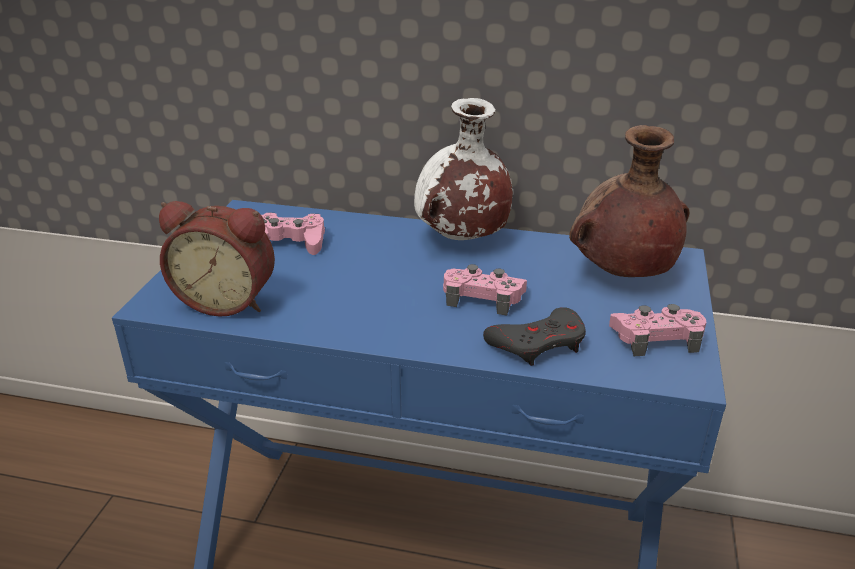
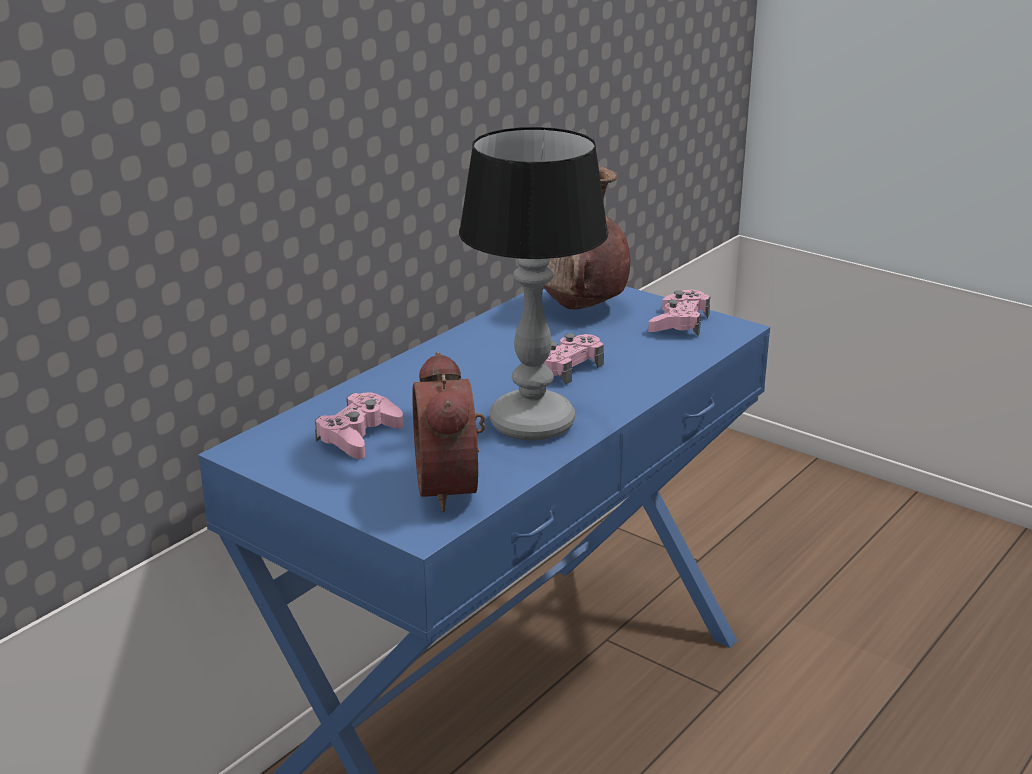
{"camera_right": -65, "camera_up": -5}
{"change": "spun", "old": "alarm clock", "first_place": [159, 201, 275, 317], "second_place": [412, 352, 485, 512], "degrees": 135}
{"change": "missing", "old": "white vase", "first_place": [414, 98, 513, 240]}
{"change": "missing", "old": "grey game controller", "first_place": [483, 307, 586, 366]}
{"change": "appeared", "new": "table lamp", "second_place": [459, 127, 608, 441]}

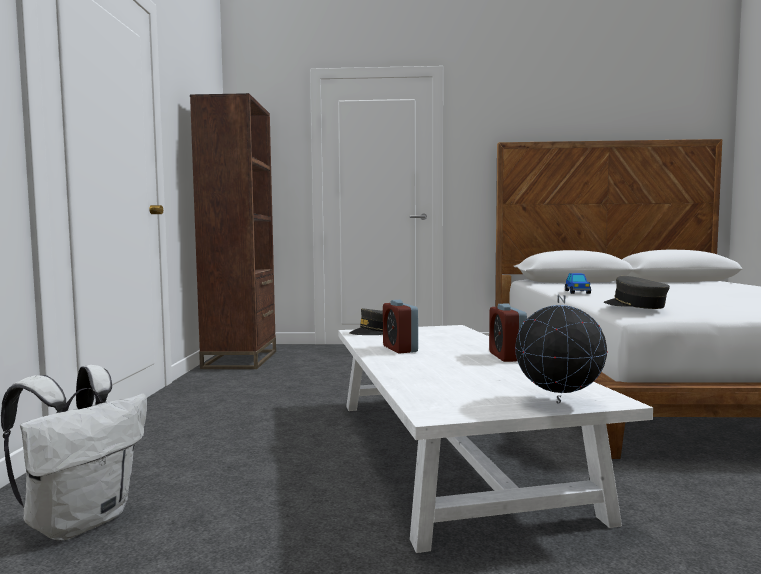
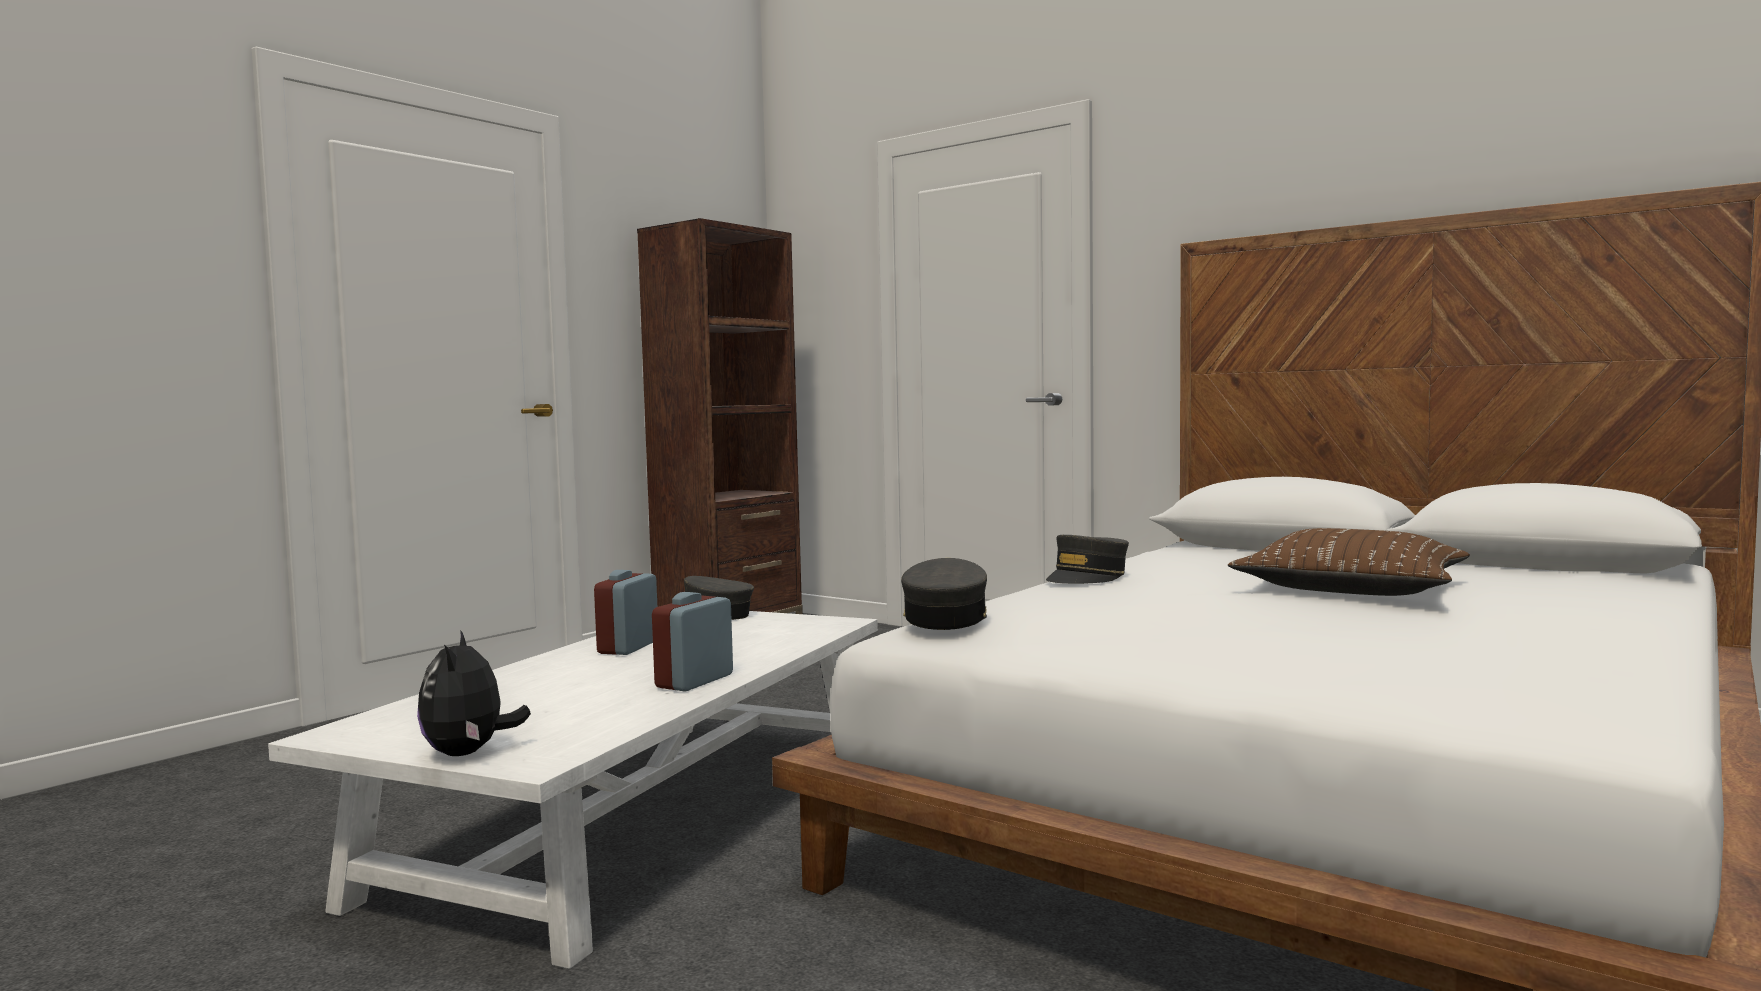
{"camera_right": 35, "camera_up": 0}
{"change": "missing", "old": "white backpack", "first_place": [1, 365, 147, 540]}
{"change": "exchanged", "old": "globe", "new": "plush toy", "first_place": [515, 295, 608, 403], "second_place": [417, 630, 531, 756]}
{"change": "exchanged", "old": "toy car", "new": "grey cap", "first_place": [565, 273, 591, 294], "second_place": [1046, 535, 1129, 584]}
{"change": "appeared", "new": "brown pillow", "second_place": [1228, 528, 1470, 596]}

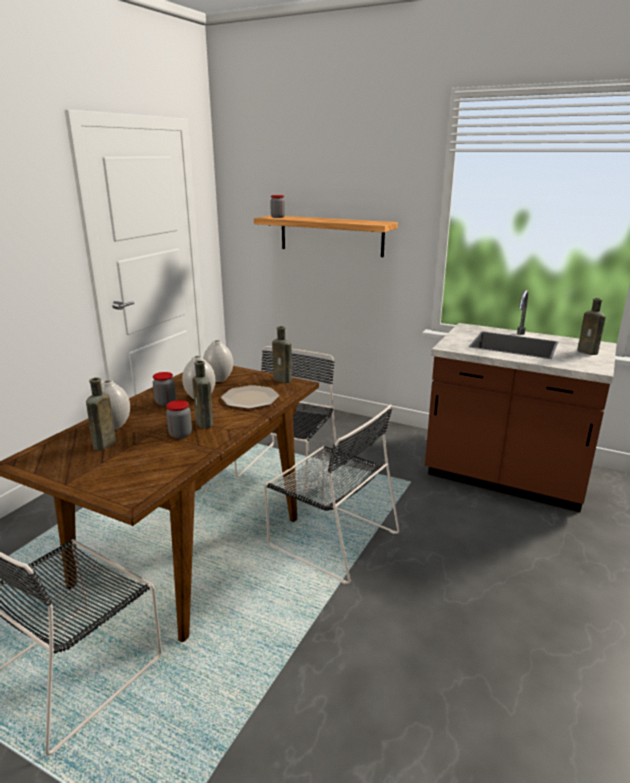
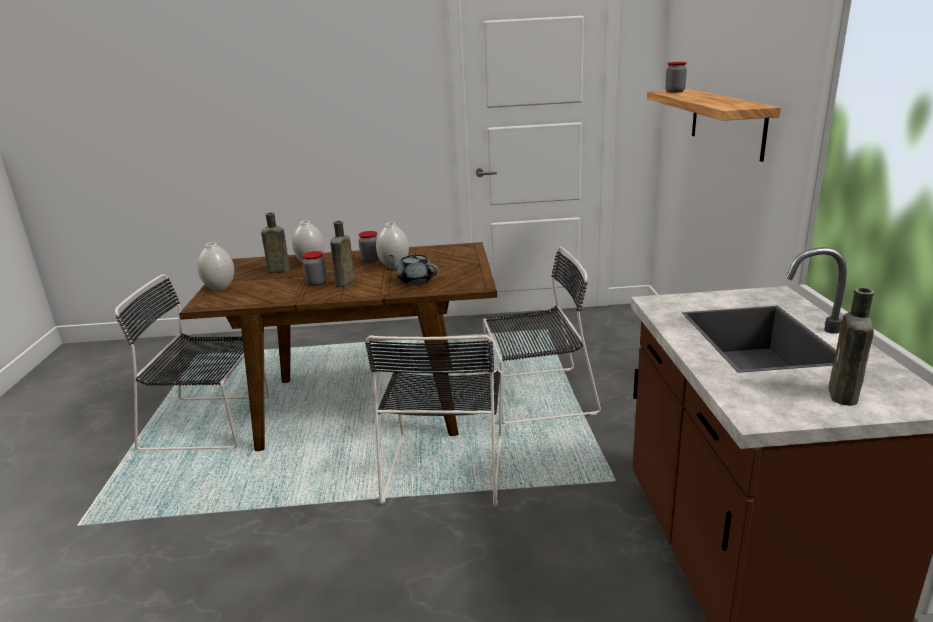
{"camera_right": 60, "camera_up": 0}
{"change": "relocated", "old": "white vase", "first_place": [203, 340, 233, 382], "second_place": [197, 242, 234, 291]}
{"change": "exchanged", "old": "plate", "new": "grey teapot", "first_place": [221, 385, 279, 409], "second_place": [389, 253, 438, 285]}
{"change": "missing", "old": "brown bottle", "first_place": [272, 326, 292, 383]}

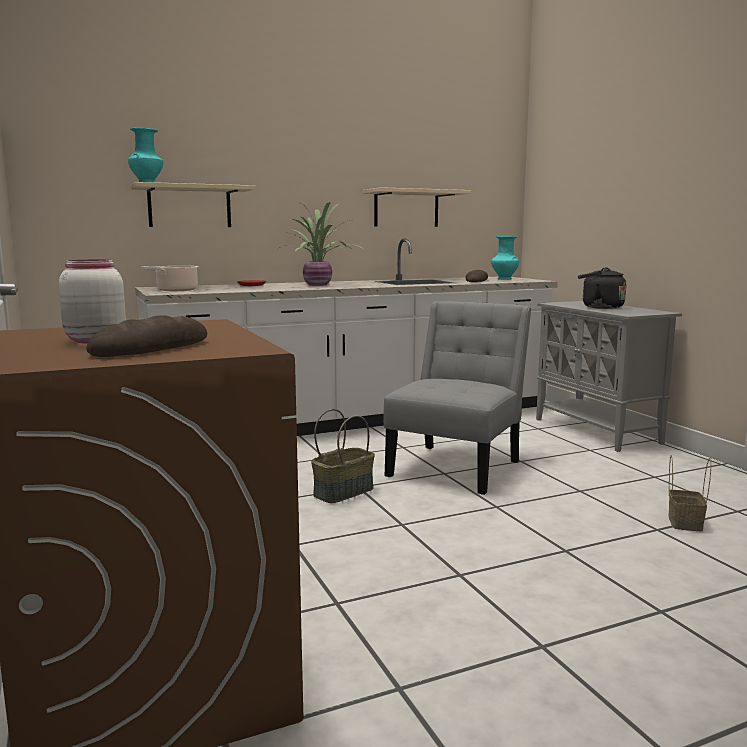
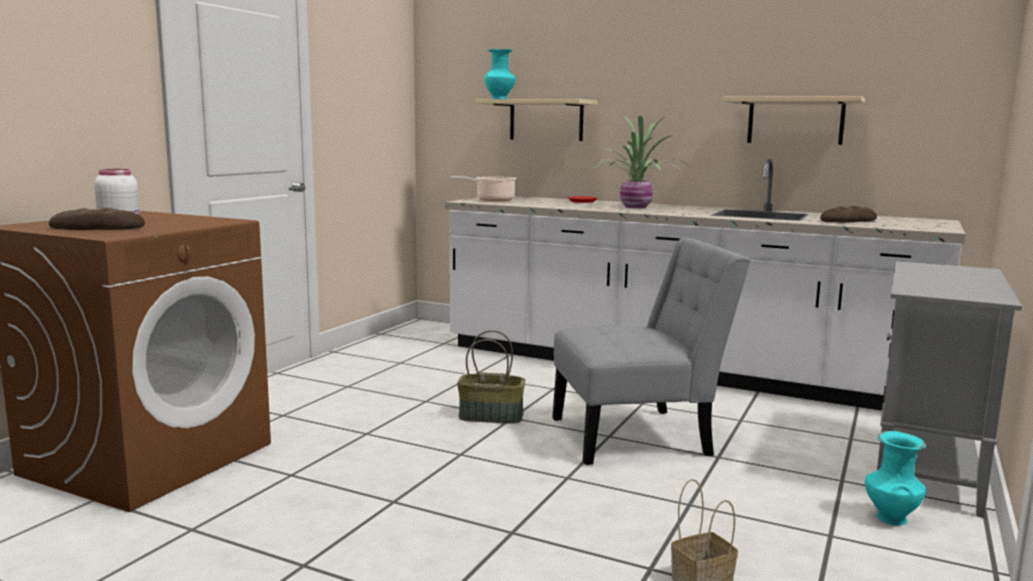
{"camera_right": 50, "camera_up": 0}
{"change": "relocated", "old": "turquoise vase", "first_place": [491, 236, 519, 280], "second_place": [865, 431, 926, 525]}
{"change": "missing", "old": "black kettle", "first_place": [578, 267, 626, 309]}

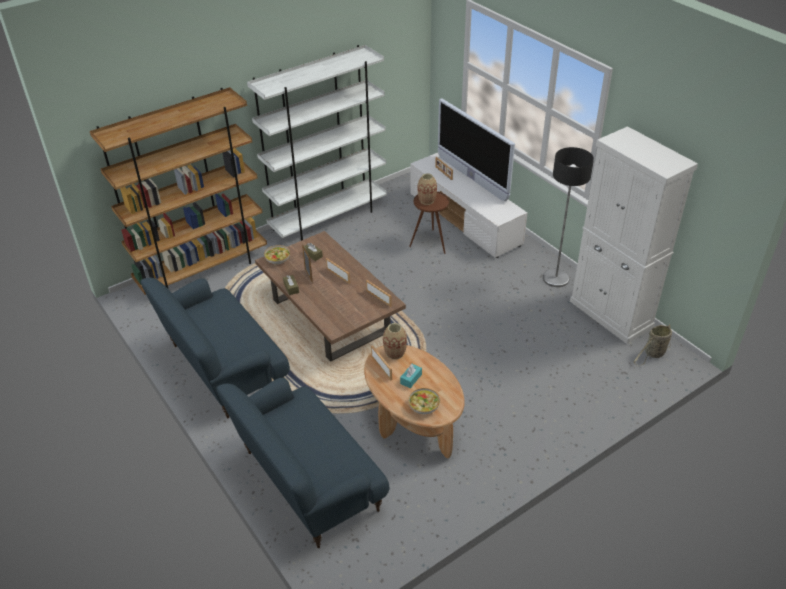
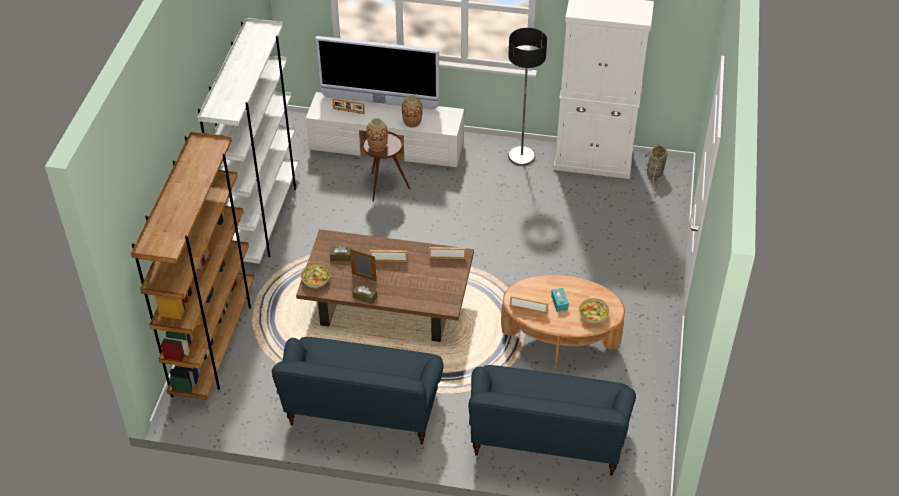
{"camera_right": -45, "camera_up": 5}
{"change": "relocated", "old": "vase", "first_place": [383, 323, 407, 360], "second_place": [402, 95, 423, 128]}

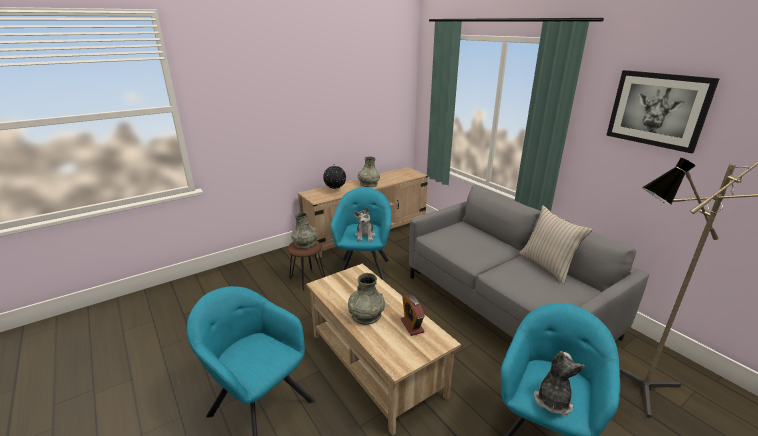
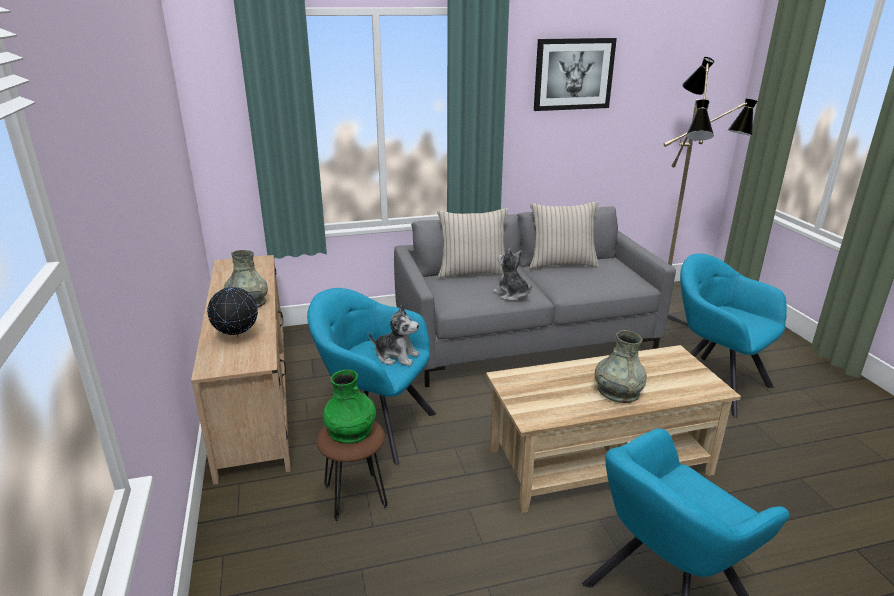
{"camera_right": -70, "camera_up": 0}
{"change": "colour", "old": "grey vase", "new": "green vase", "first_place": [291, 212, 318, 249], "second_place": [323, 370, 376, 444]}
{"change": "missing", "old": "alarm clock", "first_place": [401, 295, 425, 336]}
{"change": "relocated", "old": "plush toy", "first_place": [534, 351, 585, 415], "second_place": [493, 249, 532, 301]}
{"change": "appeared", "new": "beige pillow", "second_place": [437, 208, 508, 278]}

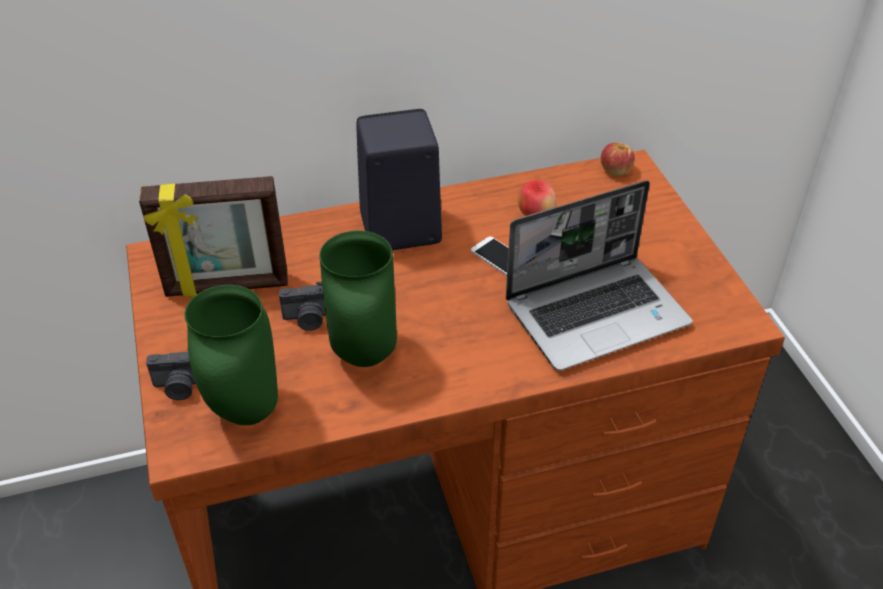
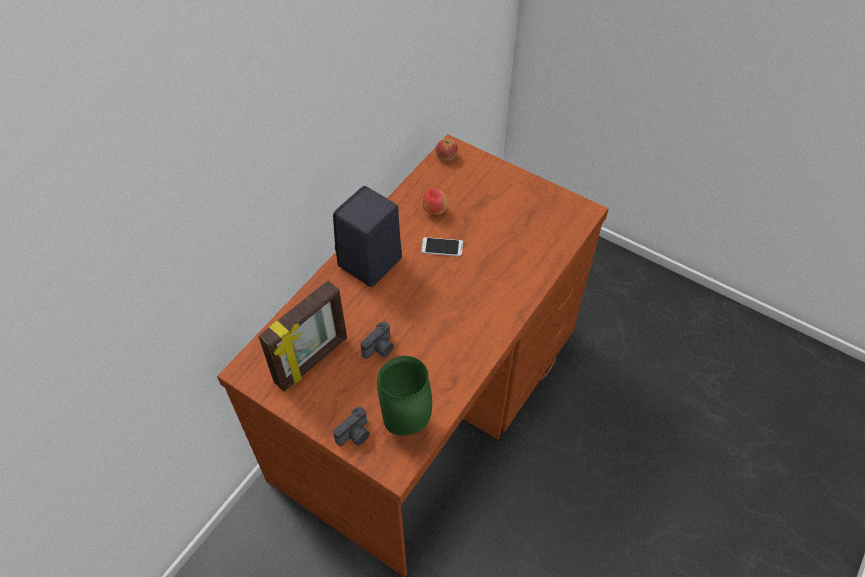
{"camera_right": -40, "camera_up": 10}
{"change": "missing", "old": "green vase", "first_place": [319, 231, 397, 367]}
{"change": "missing", "old": "laptop", "first_place": [506, 180, 692, 371]}

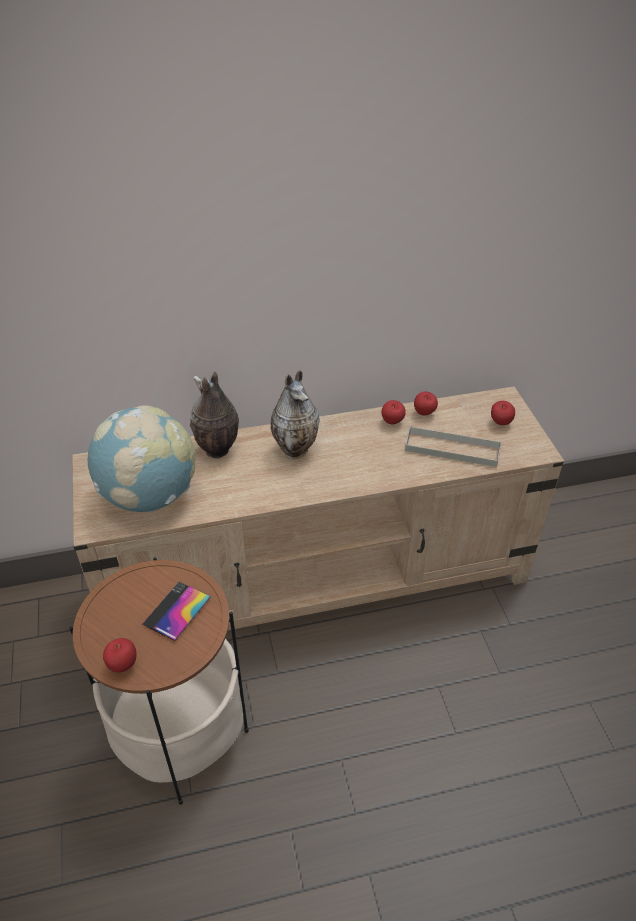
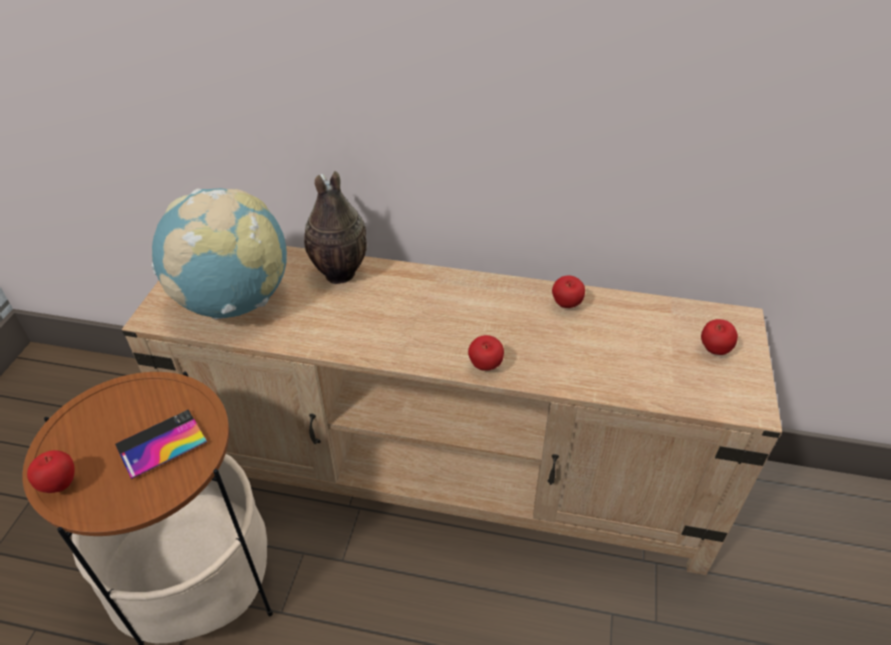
{"camera_right": 25, "camera_up": 0}
{"change": "missing", "old": "vase", "first_place": [271, 370, 320, 459]}
{"change": "missing", "old": "grey tray", "first_place": [405, 426, 501, 467]}
{"change": "relocated", "old": "apple", "first_place": [414, 391, 438, 416], "second_place": [468, 335, 504, 371]}

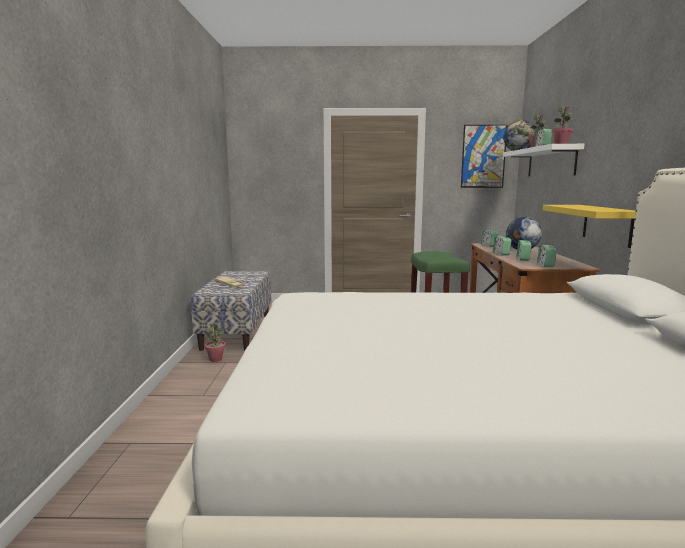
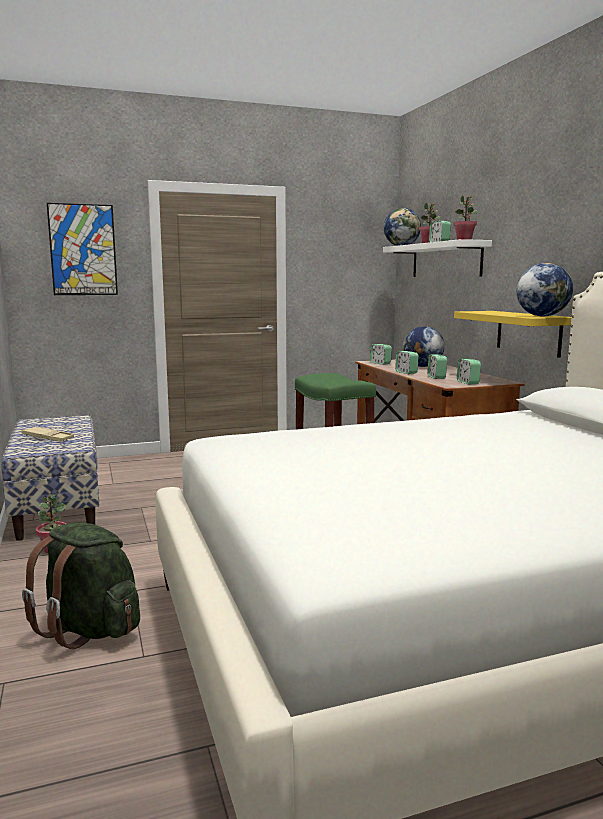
{"camera_right": -20, "camera_up": 0}
{"change": "relocated", "old": "picture", "first_place": [461, 125, 507, 188], "second_place": [47, 203, 118, 295]}
{"change": "appeared", "new": "green backpack", "second_place": [22, 523, 140, 649]}
{"change": "appeared", "new": "globe", "second_place": [516, 263, 573, 316]}

